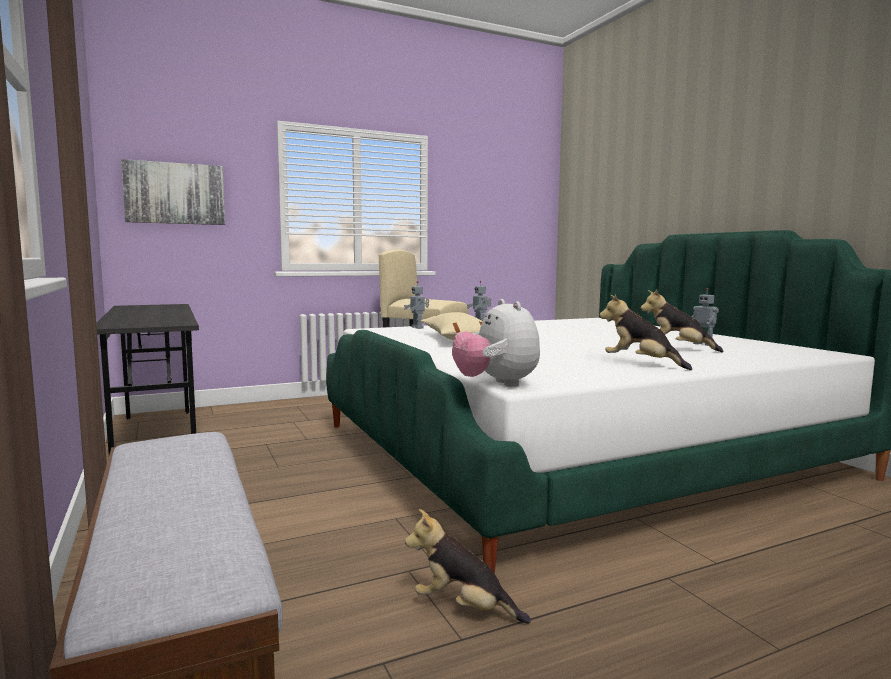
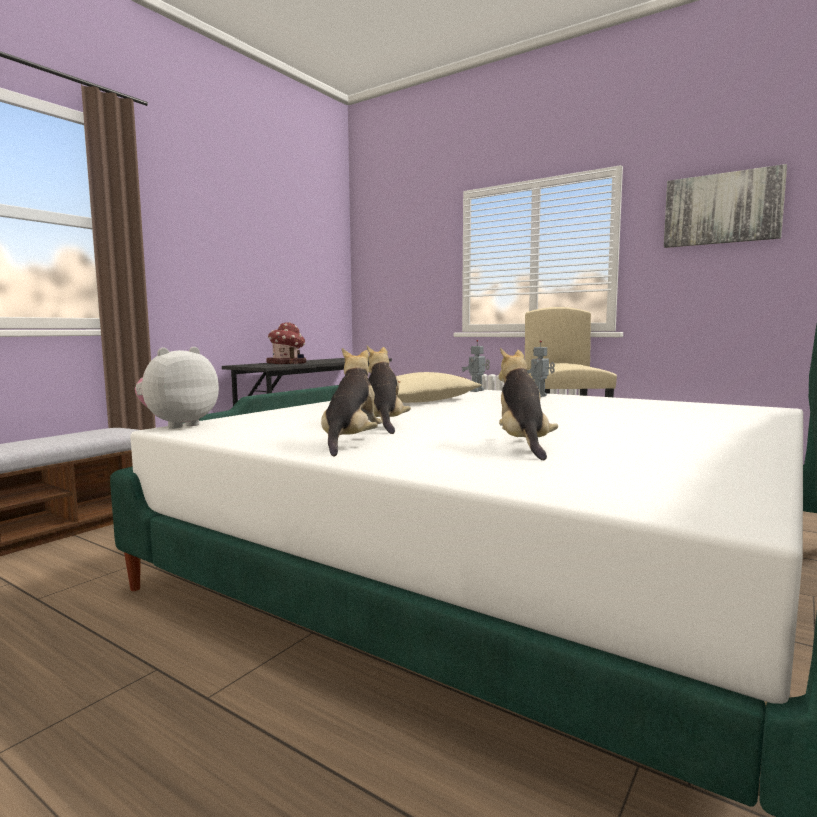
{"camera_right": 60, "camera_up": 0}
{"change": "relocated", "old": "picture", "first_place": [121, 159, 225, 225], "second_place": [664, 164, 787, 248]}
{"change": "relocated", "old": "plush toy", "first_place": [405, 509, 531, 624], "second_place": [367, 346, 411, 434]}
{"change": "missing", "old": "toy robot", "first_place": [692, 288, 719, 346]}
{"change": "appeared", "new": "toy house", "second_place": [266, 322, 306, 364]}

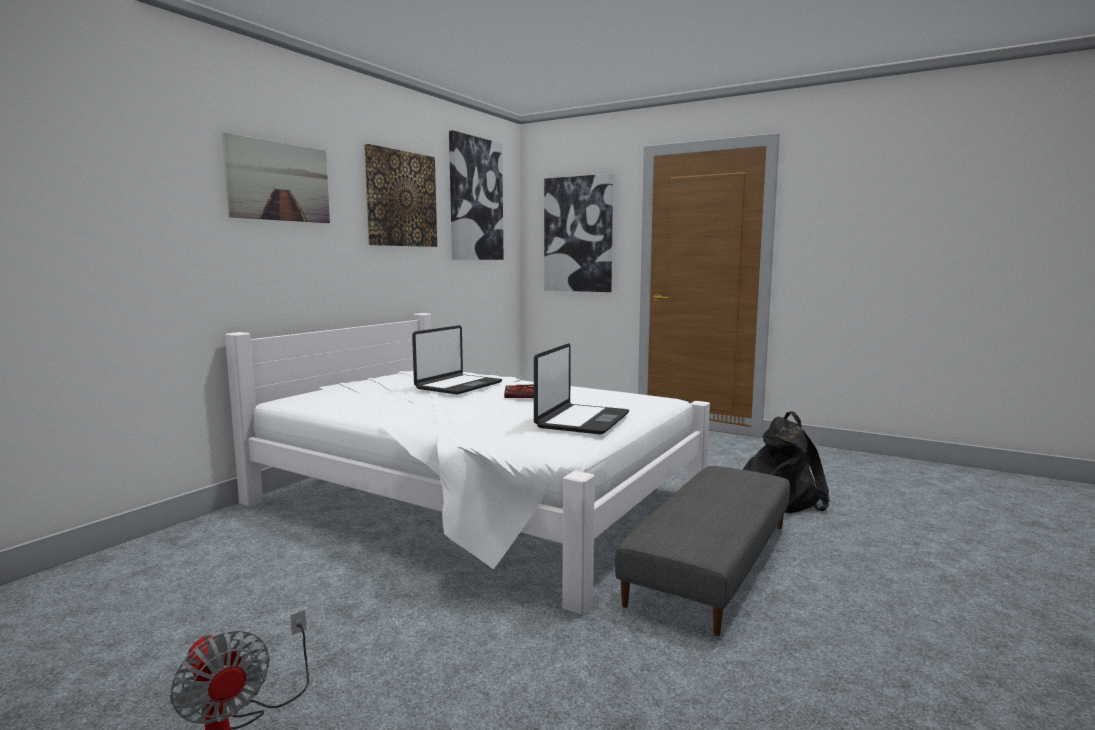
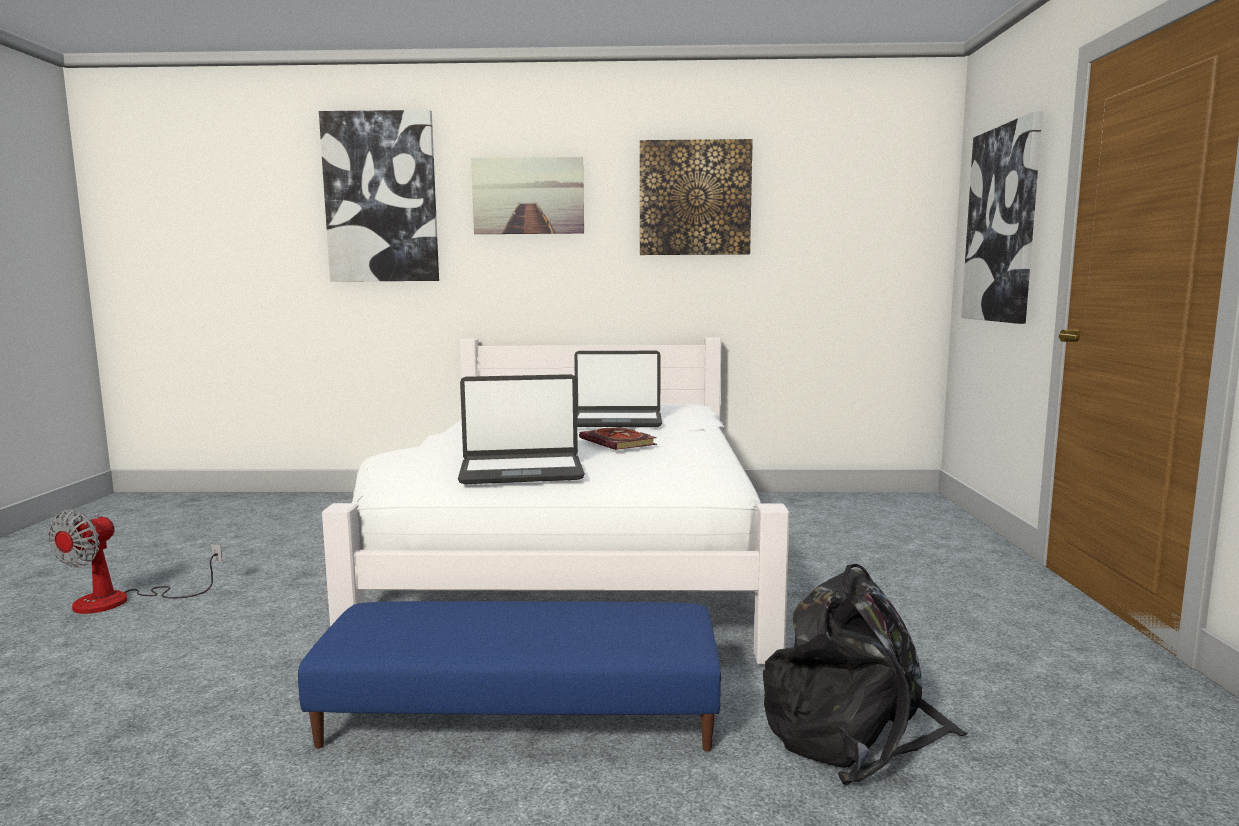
{"camera_right": 60, "camera_up": 0}
{"change": "relocated", "old": "picture", "first_place": [449, 130, 504, 260], "second_place": [319, 110, 439, 282]}
{"change": "colour", "old": "grey ottoman", "new": "blue ottoman", "first_place": [615, 466, 790, 636], "second_place": [298, 601, 721, 752]}

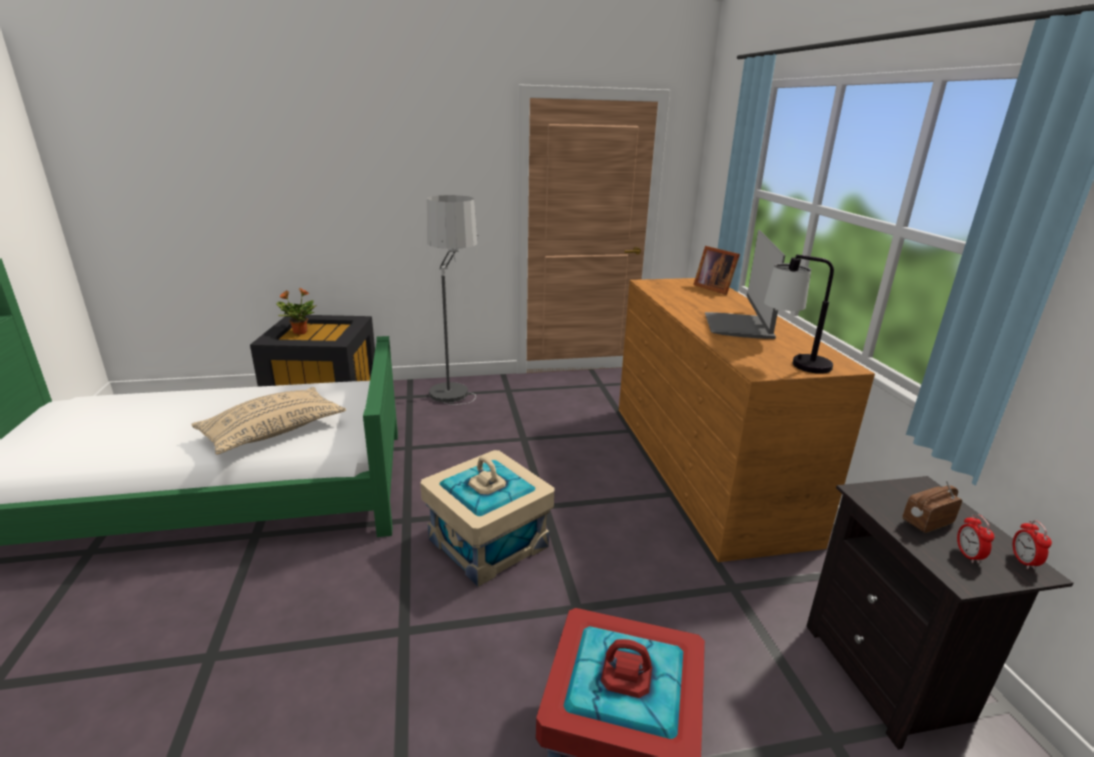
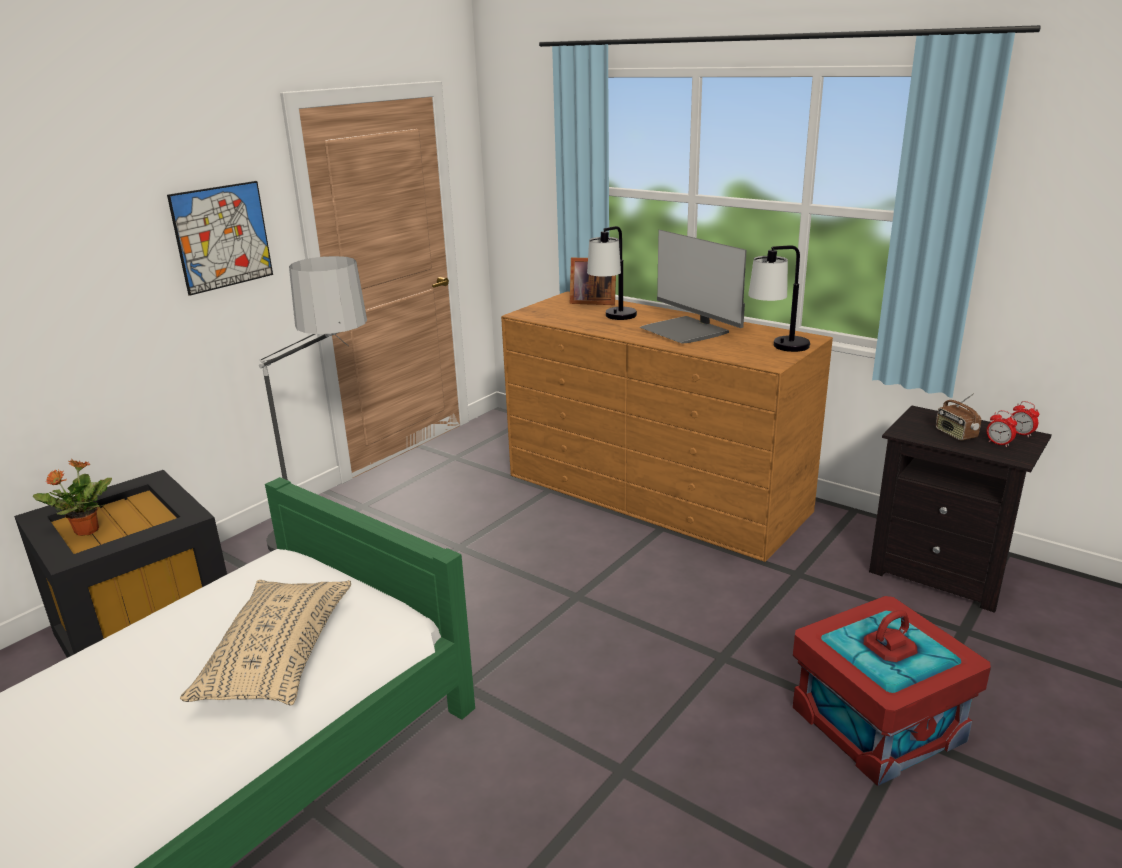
{"camera_right": -40, "camera_up": 0}
{"change": "missing", "old": "beige storage box", "first_place": [420, 450, 554, 587]}
{"change": "spun", "old": "radio", "first_place": [902, 480, 962, 533], "second_place": [936, 393, 981, 441], "degrees": -45}
{"change": "appeared", "new": "picture", "second_place": [167, 181, 273, 296]}
{"change": "appeared", "new": "table lamp", "second_place": [587, 226, 637, 320]}

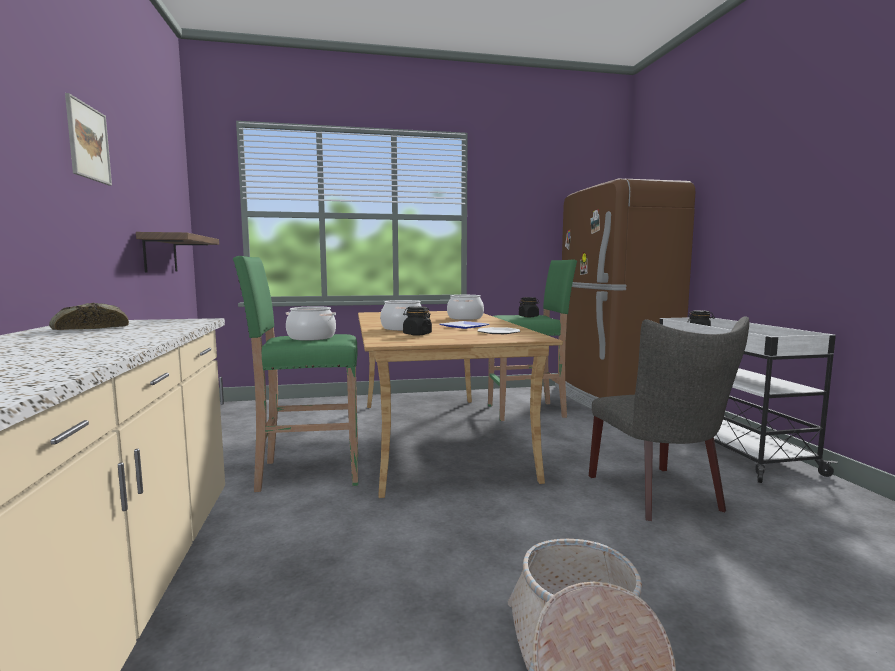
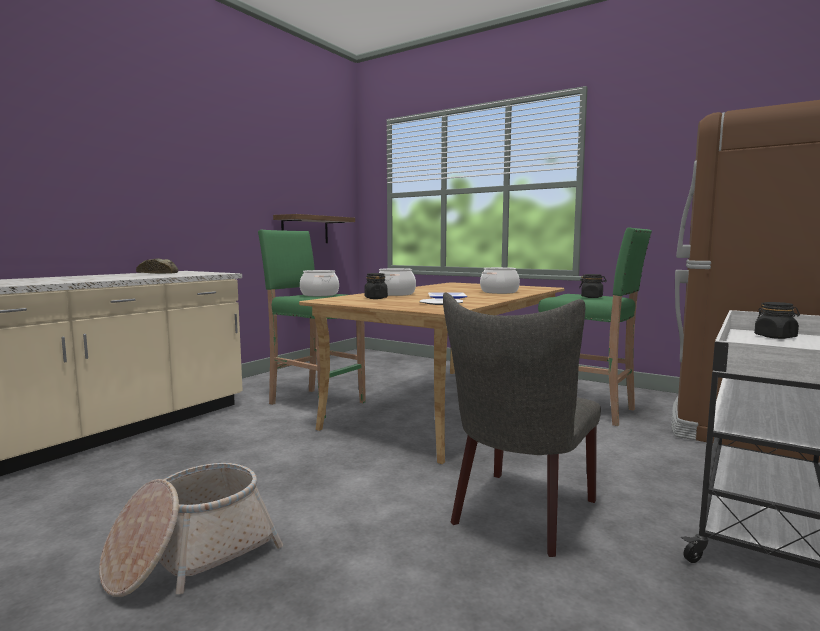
{"camera_right": 45, "camera_up": 0}
{"change": "missing", "old": "picture", "first_place": [65, 93, 112, 185]}

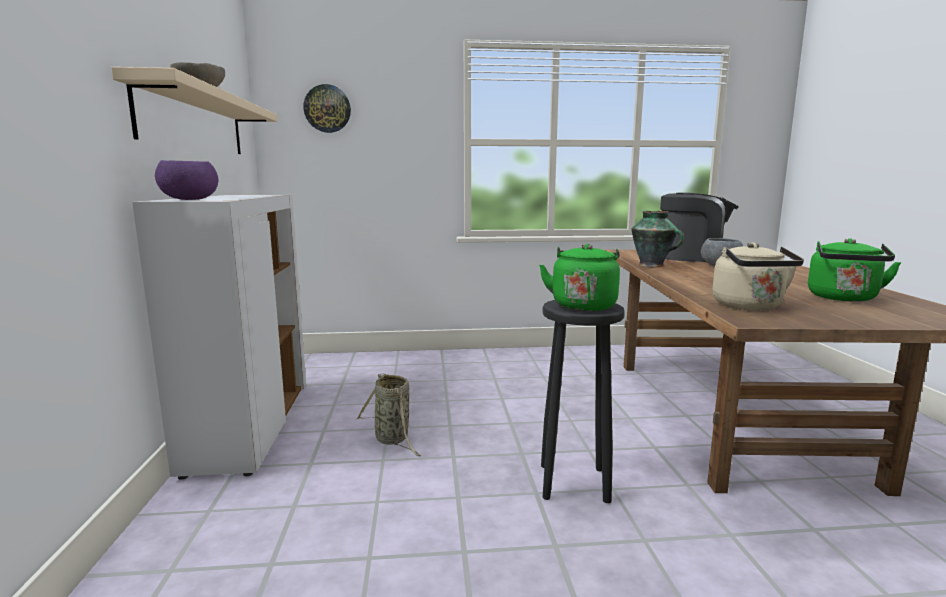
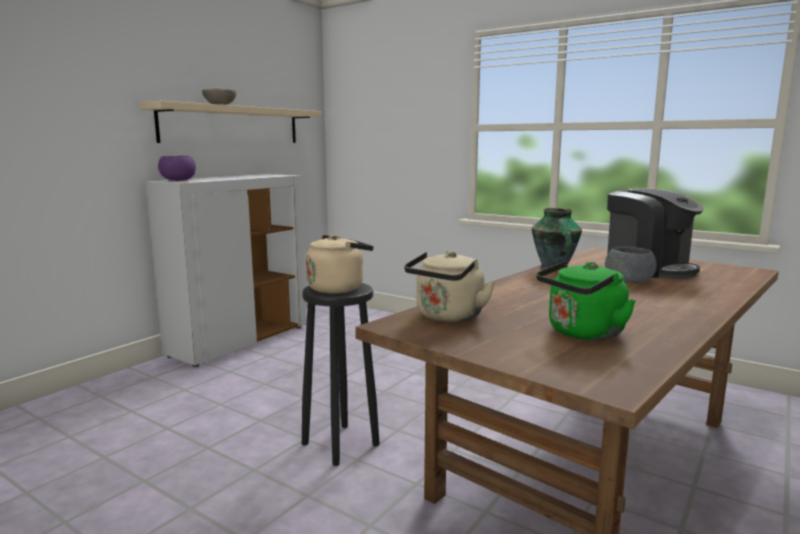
{"camera_right": 40, "camera_up": 0}
{"change": "missing", "old": "wall clock", "first_place": [303, 84, 351, 133]}
{"change": "missing", "old": "basket", "first_place": [356, 373, 420, 456]}
{"change": "colour", "old": "green kettle", "new": "beige kettle", "first_place": [539, 244, 620, 311], "second_place": [306, 235, 374, 294]}

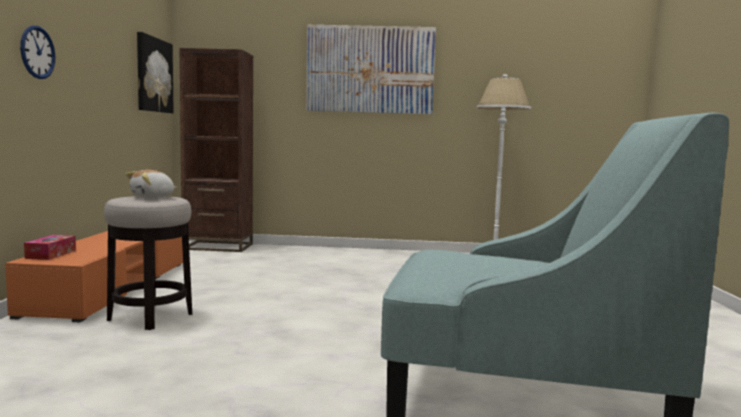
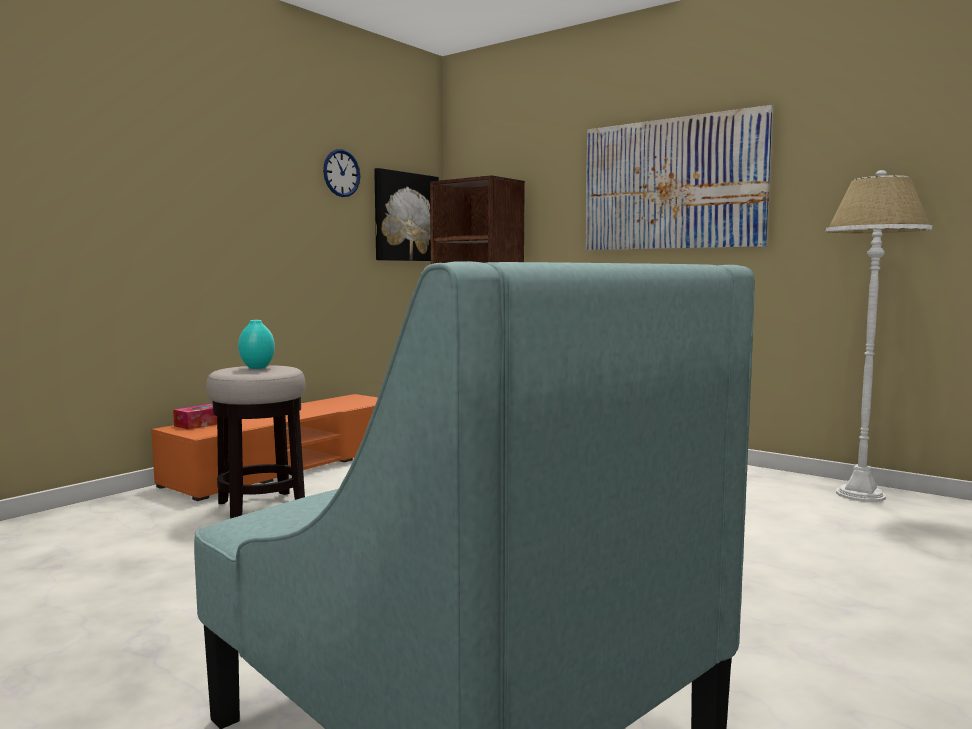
{"camera_right": 35, "camera_up": 0}
{"change": "relocated", "old": "wall clock", "first_place": [20, 26, 56, 79], "second_place": [323, 149, 360, 197]}
{"change": "exchanged", "old": "plush toy", "new": "turquoise vase", "first_place": [126, 170, 176, 198], "second_place": [238, 320, 275, 369]}

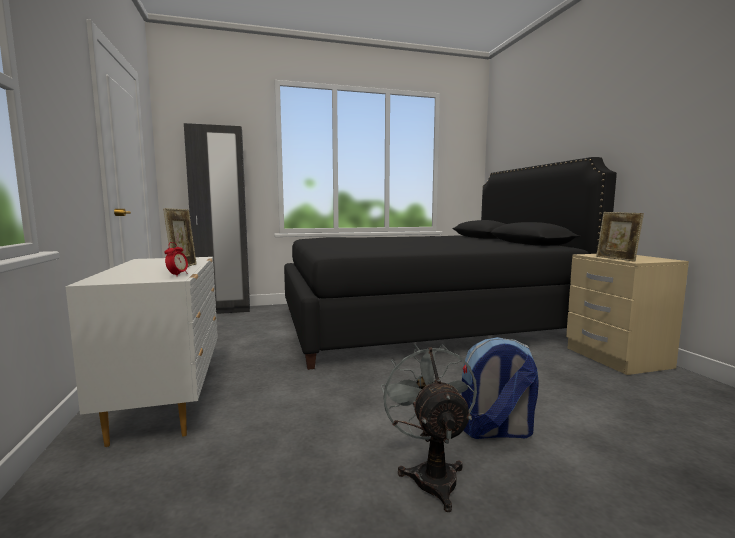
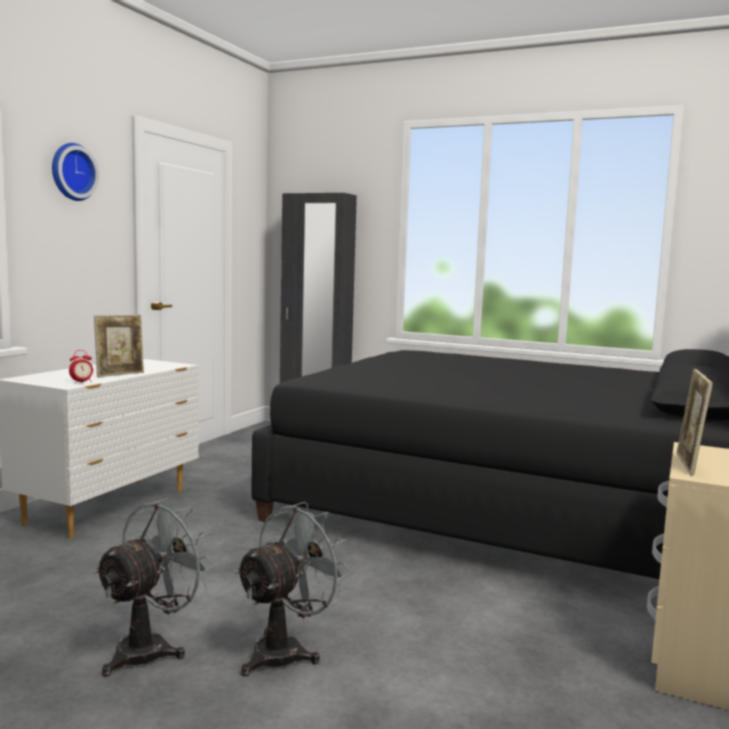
{"camera_right": 40, "camera_up": 0}
{"change": "exchanged", "old": "backpack", "new": "grey fan", "first_place": [462, 337, 539, 439], "second_place": [234, 502, 353, 677]}
{"change": "appeared", "new": "wall clock", "second_place": [52, 143, 99, 201]}

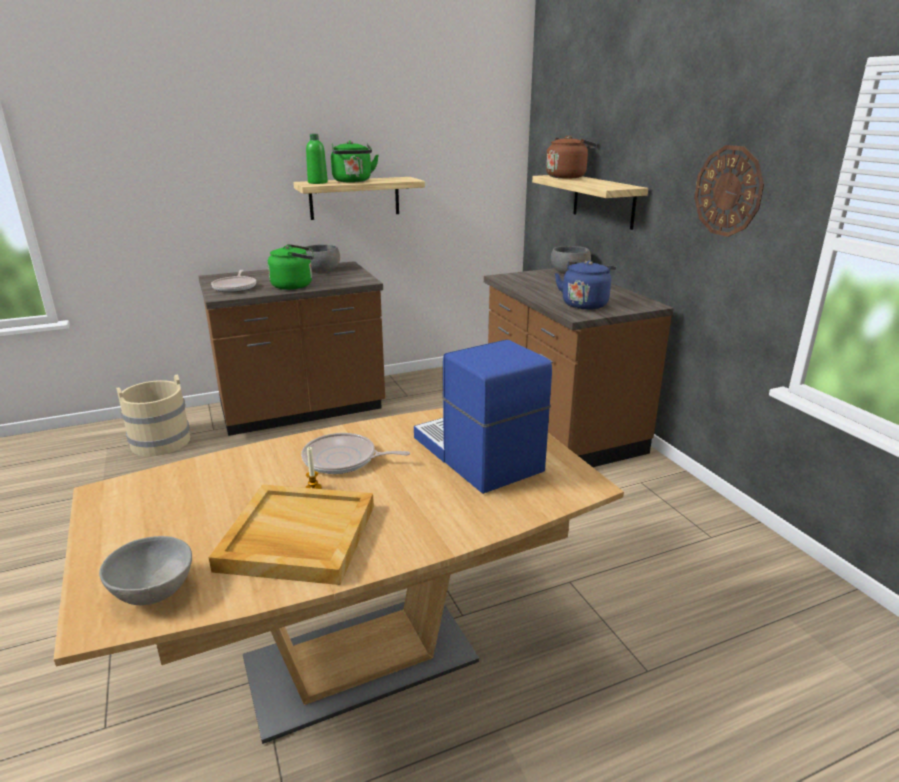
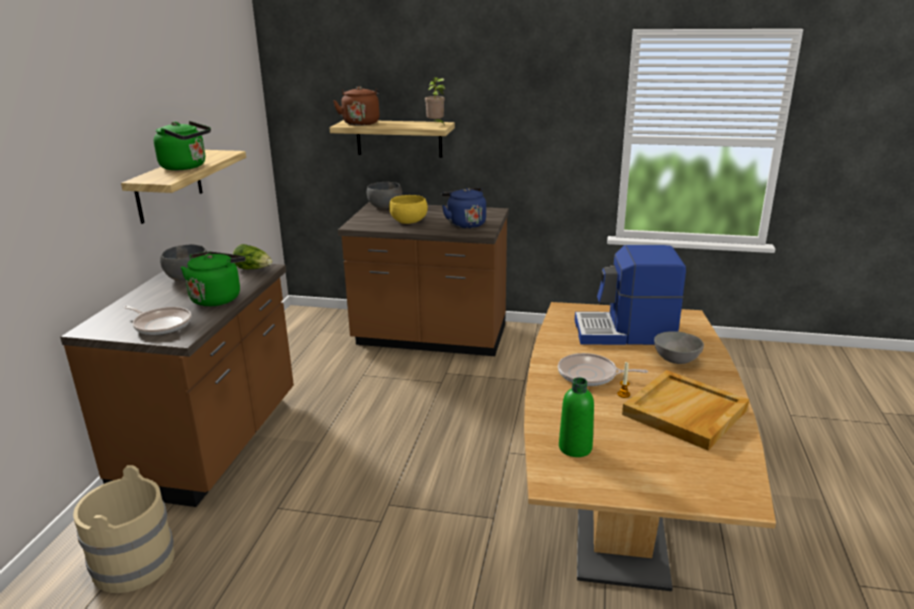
{"camera_right": -55, "camera_up": 0}
{"change": "relocated", "old": "grey bowl", "first_place": [99, 536, 192, 605], "second_place": [654, 331, 704, 364]}
{"change": "spun", "old": "frying pan", "first_place": [301, 433, 410, 474], "second_place": [558, 353, 648, 386], "degrees": 60}
{"change": "relocated", "old": "green bottle", "first_place": [306, 134, 328, 184], "second_place": [559, 377, 594, 457]}
{"change": "missing", "old": "wall clock", "first_place": [694, 145, 764, 237]}
{"change": "appeared", "new": "lettuce", "second_place": [233, 244, 273, 269]}
{"change": "appeared", "new": "yellow bowl", "second_place": [389, 195, 428, 224]}
{"change": "appeared", "new": "potted plant", "second_place": [425, 77, 445, 126]}

